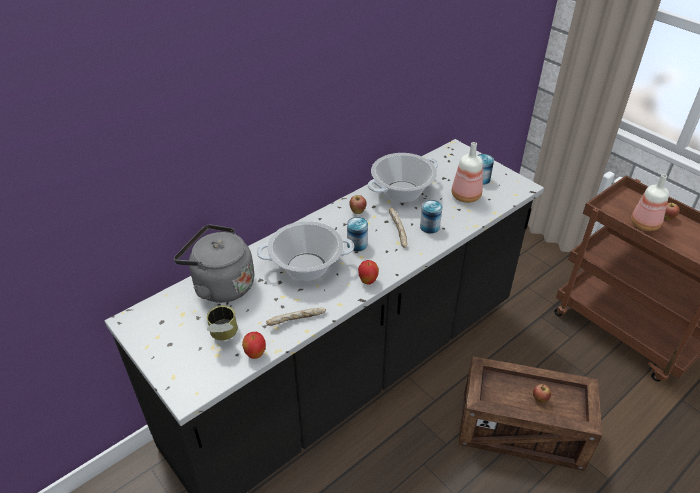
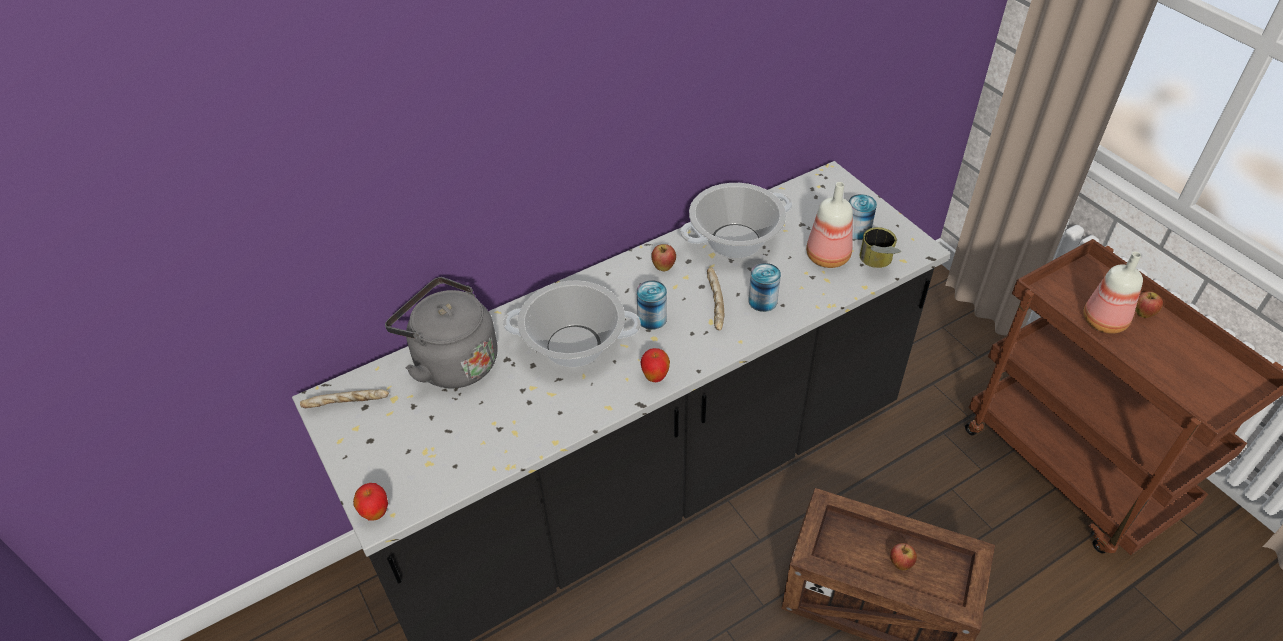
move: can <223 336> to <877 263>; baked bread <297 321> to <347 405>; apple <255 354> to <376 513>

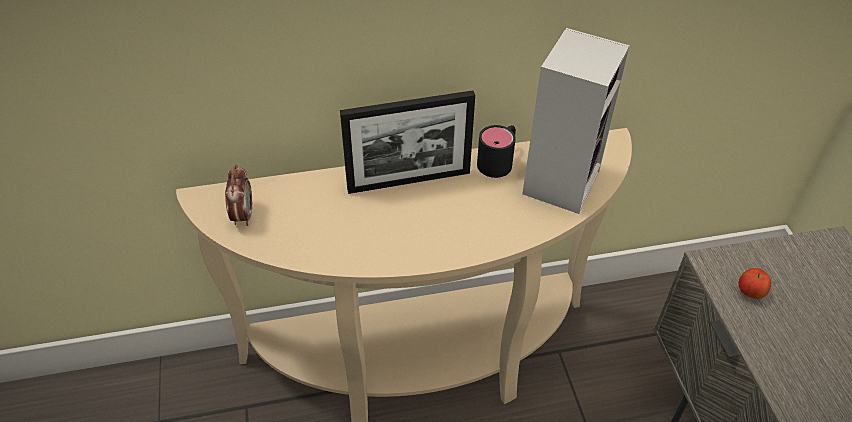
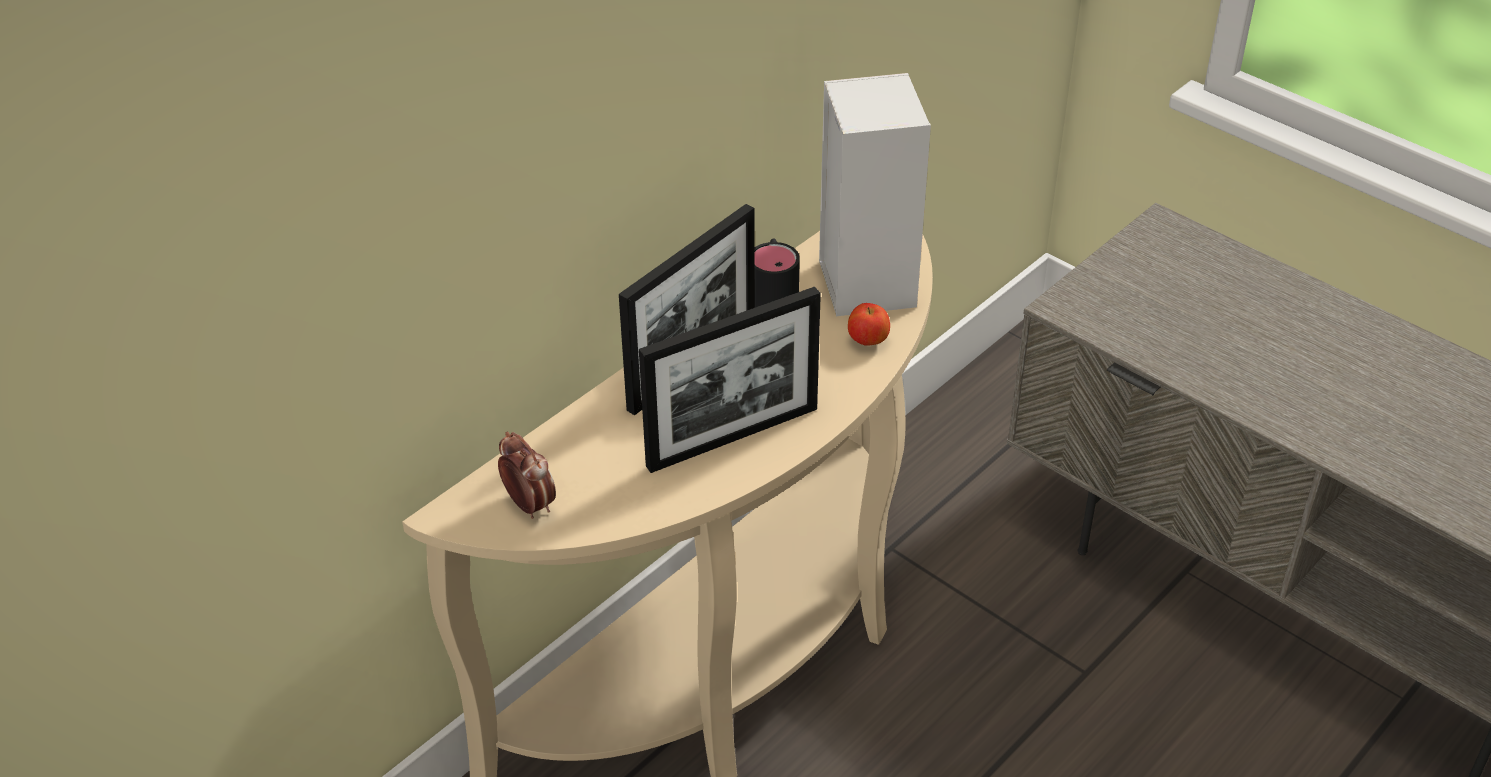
insert: photo frame <732 437>
move: apple <750 292> to <868 341>

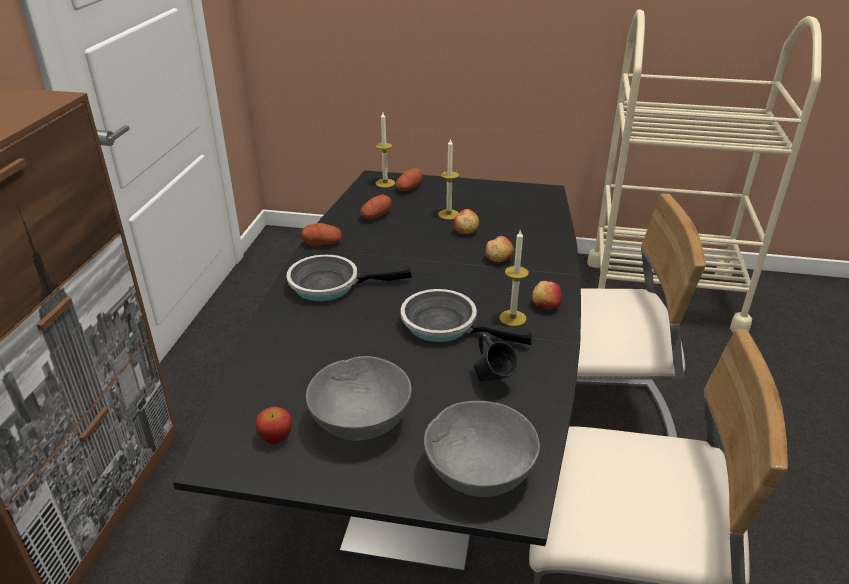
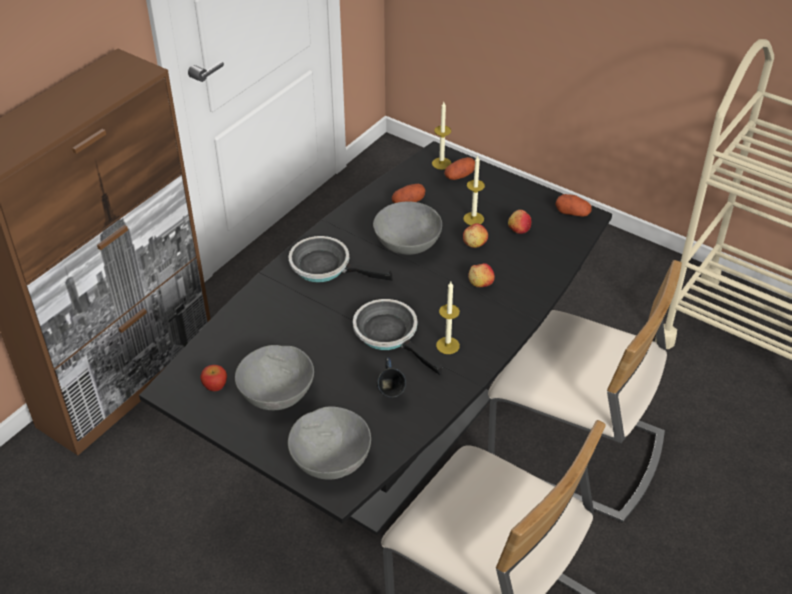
insert: gray bowl <407 244>
move: whole potato <322 243> to <572 213>; apple <545 306> to <519 229>

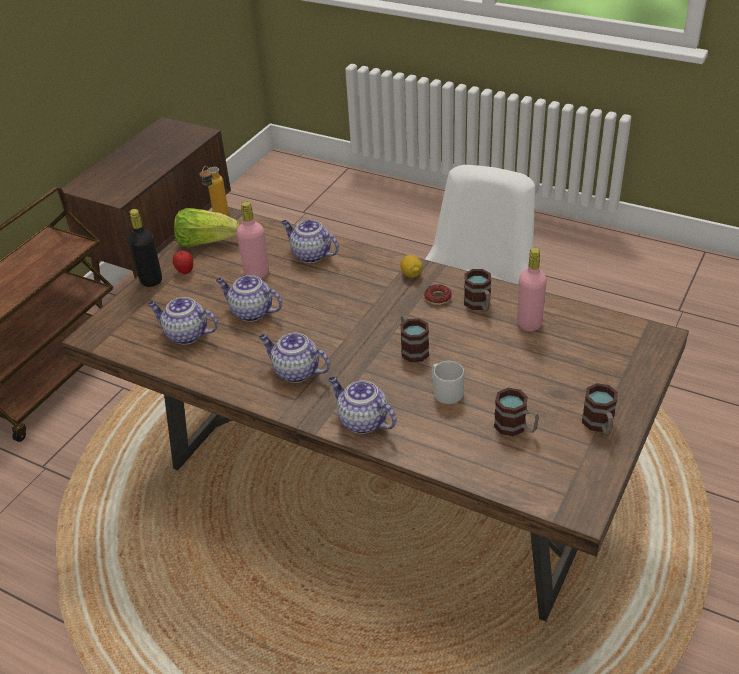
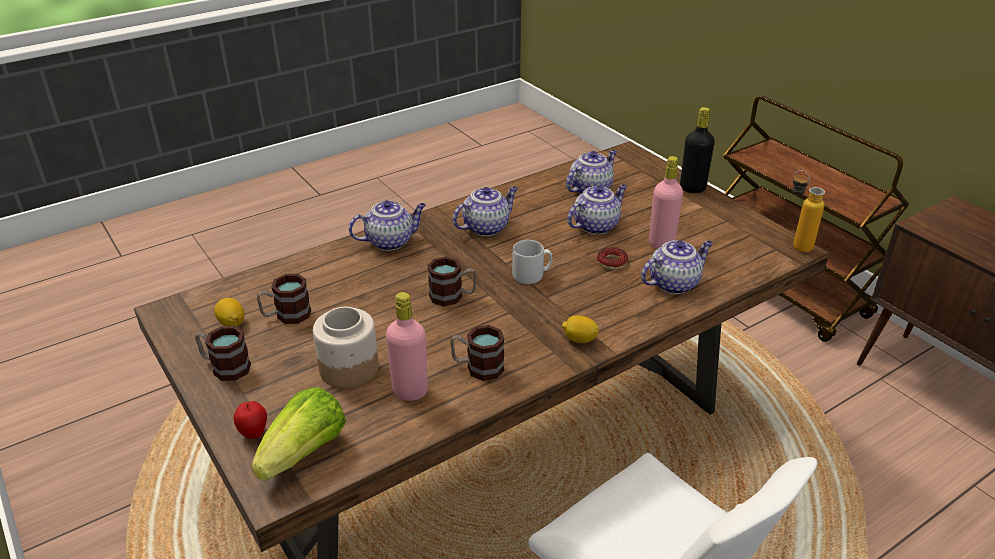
insert: lemon <232 323>; jar <348 369>
move: lettuce head <205 242> to <305 453>; apple <185 272> to <254 433>; donut <438 298> to <612 262>; gray tea mug <445 392> to <532 275>

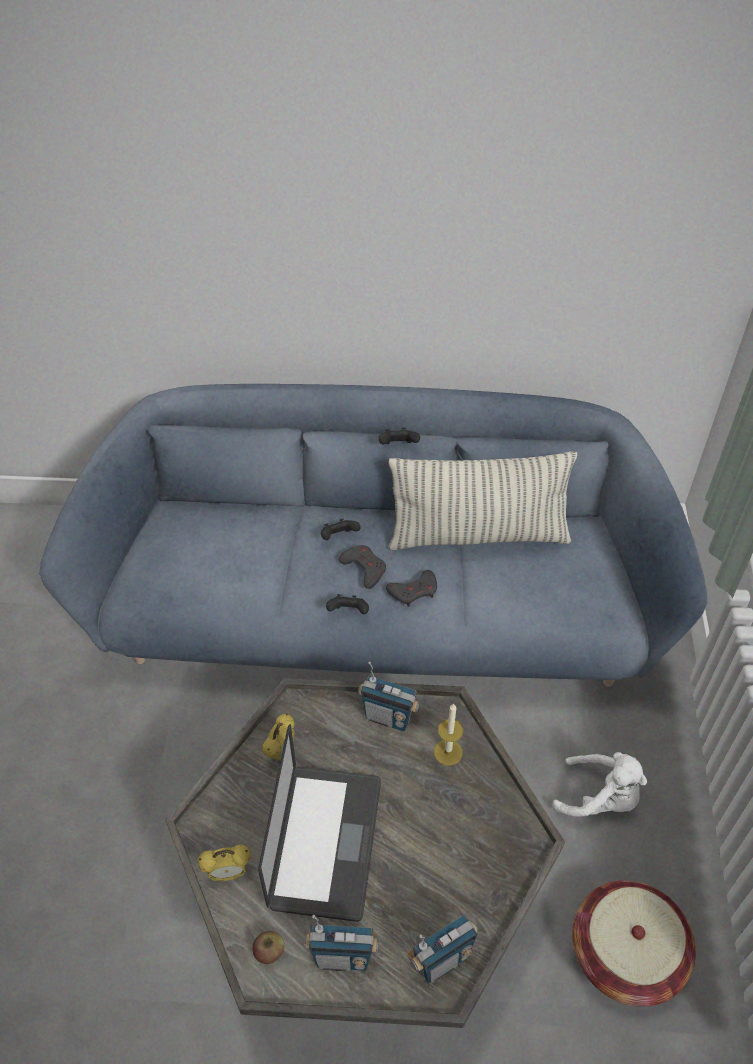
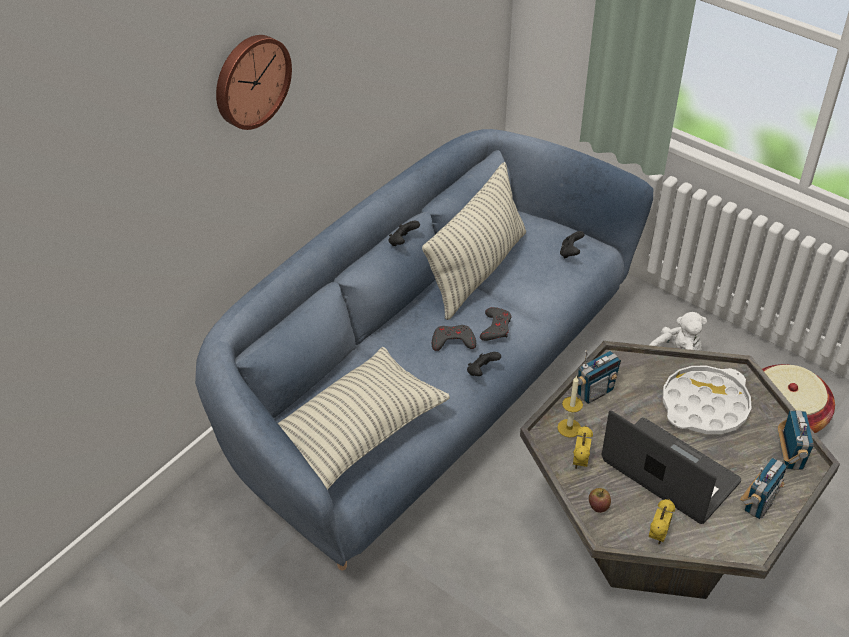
insert: hanging clock <250 80>; cushion <354 434>; whitish tray <704 406>
move: black-coloured joypad <339 537> to <570 253>; wax candle <448 752> to <569 428>; apple <269 951> to <598 506>
rotate: alarm clock <281 753> = <580 462> 135 degrees counterclockwise

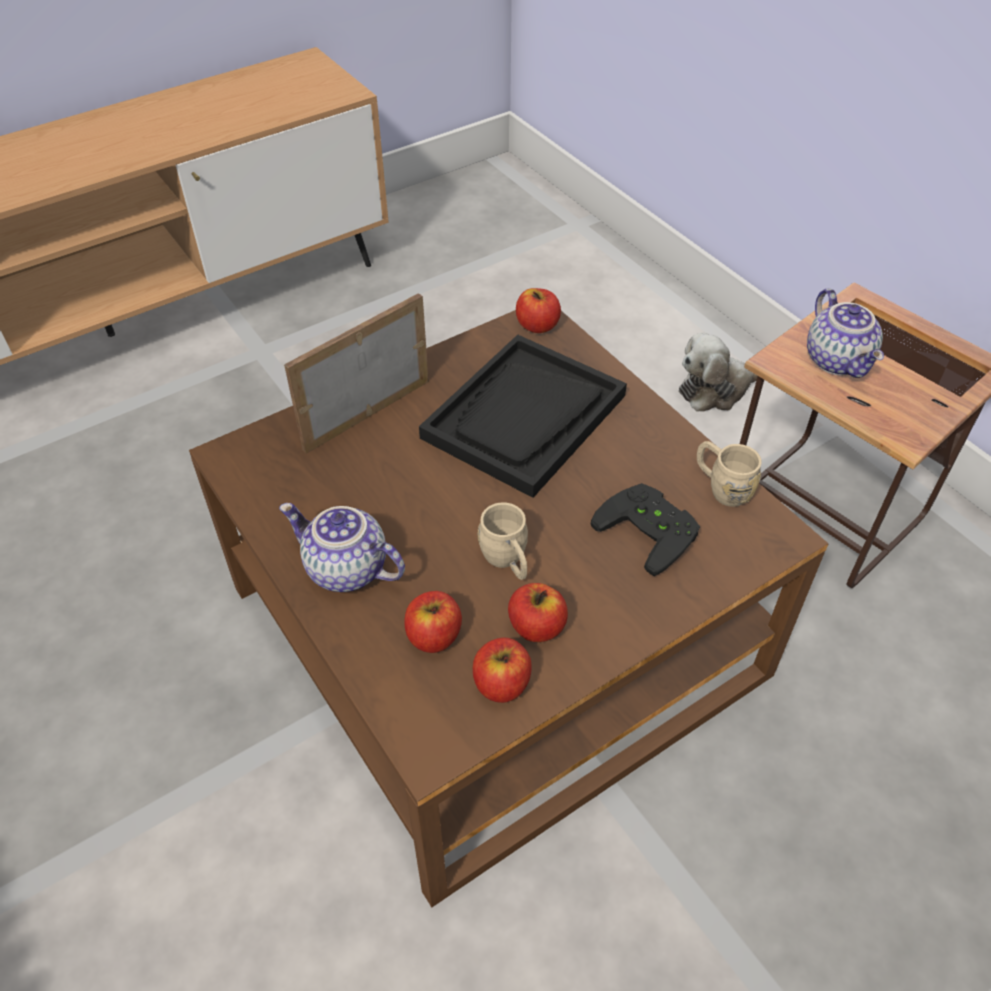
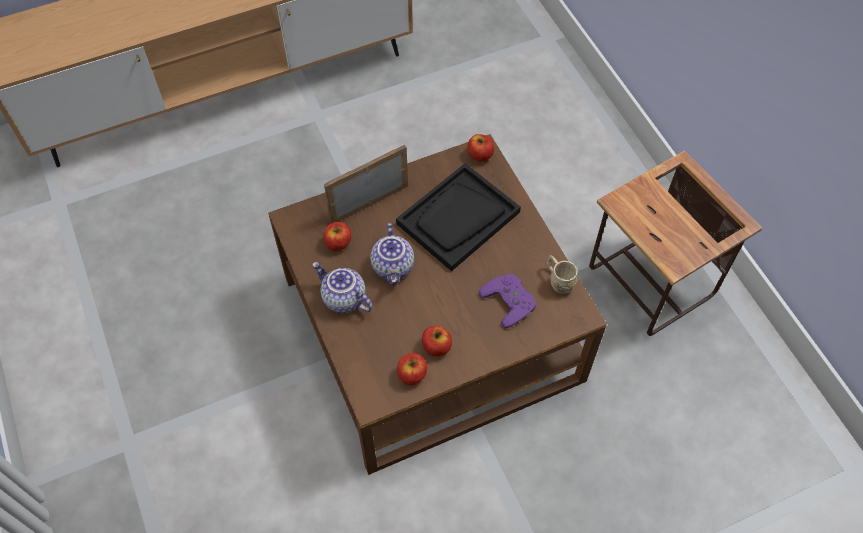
delete: cuddly toy <717 389>; beige tea mug <507 561>
move: teapot <839 361> to <394 267>; apple <433 636> to <338 243>
recolor: black-coloured joypad <651 529> to purplish joypad <511 300>

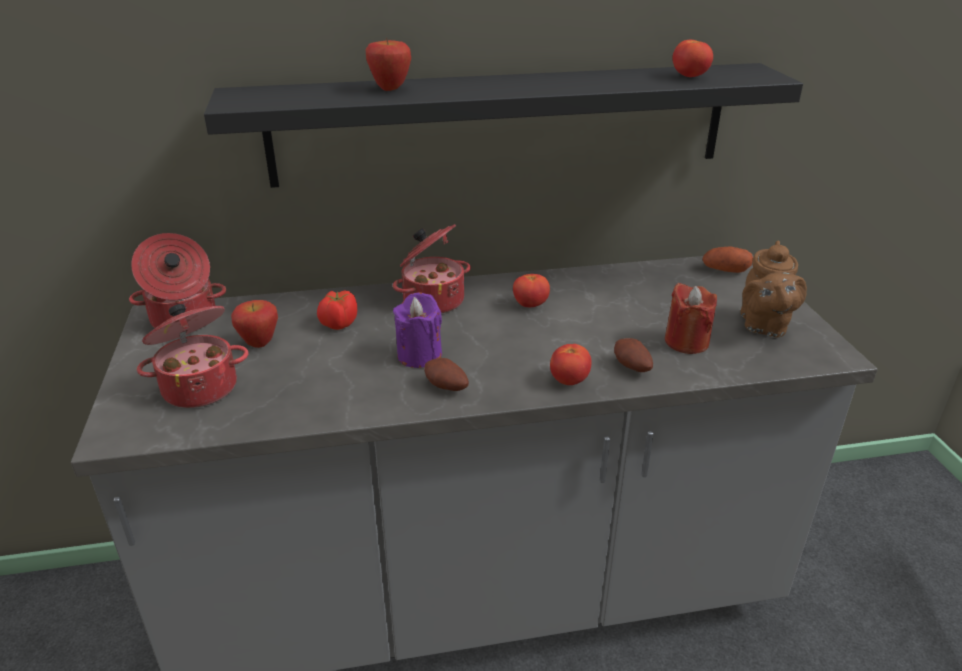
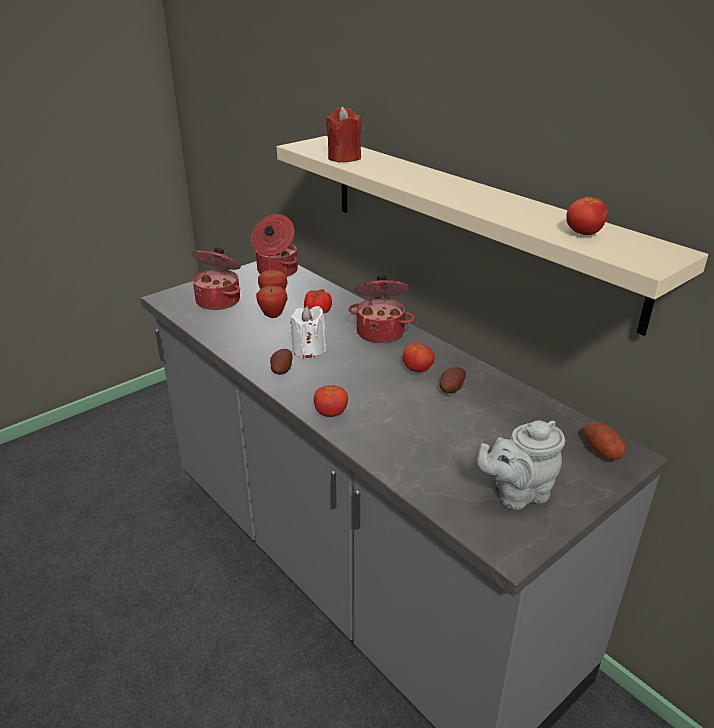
move: apple <390 89> to <273 316>; red wax candle <686 342> to <344 158>; whole potato <631 367> to <450 388>
recolor: black-coloured bracket shelf <502 124> to beige bracket shelf <470 222>; brown-coloured teapot <763 326> to gray teapot <517 493>; purplish wax candle <419 355> to whitish wax candle <308 350>

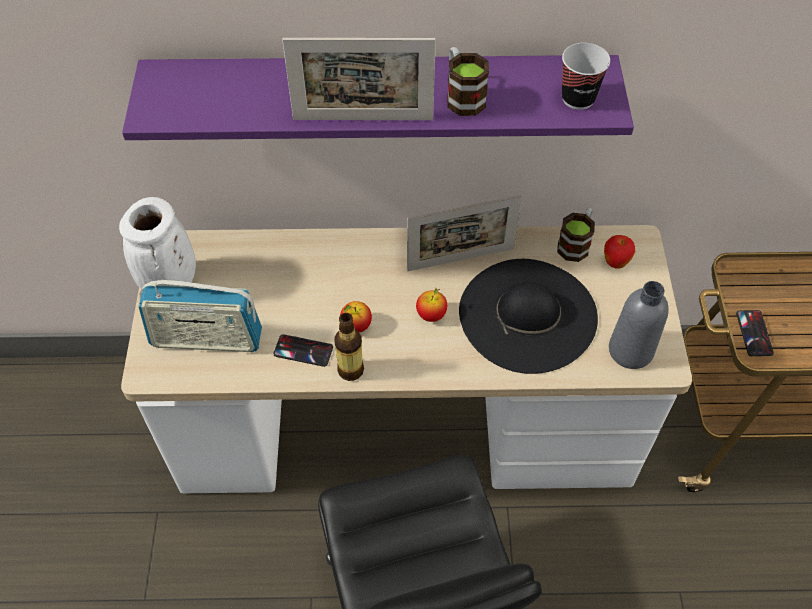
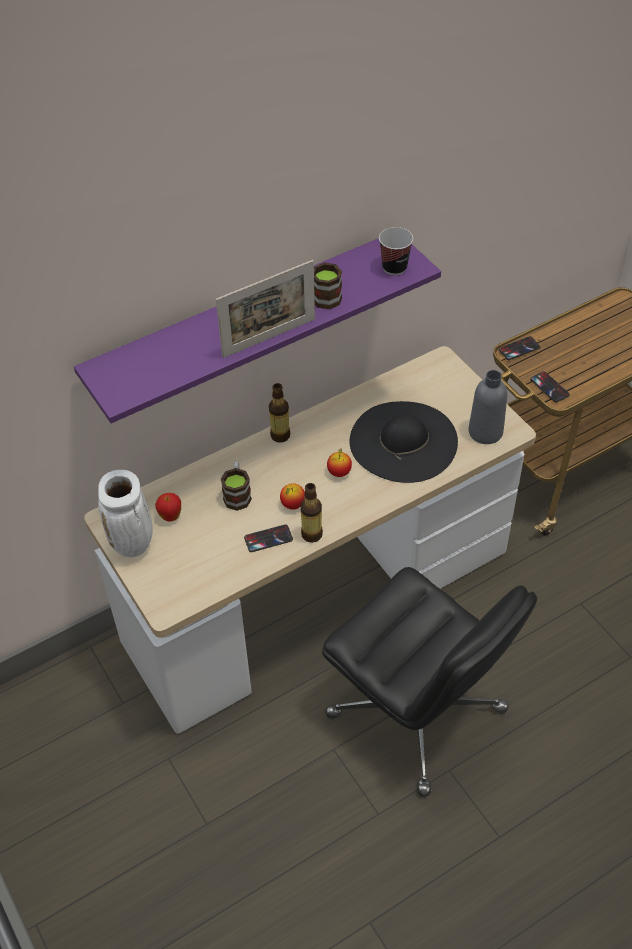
delete: photo frame <461 259>; radio <207 339>
insert: handset <519 348>; drink bottle <280 435>
move: tea mug <576 243> to <237 494>; apple <615 263> to <170 517>

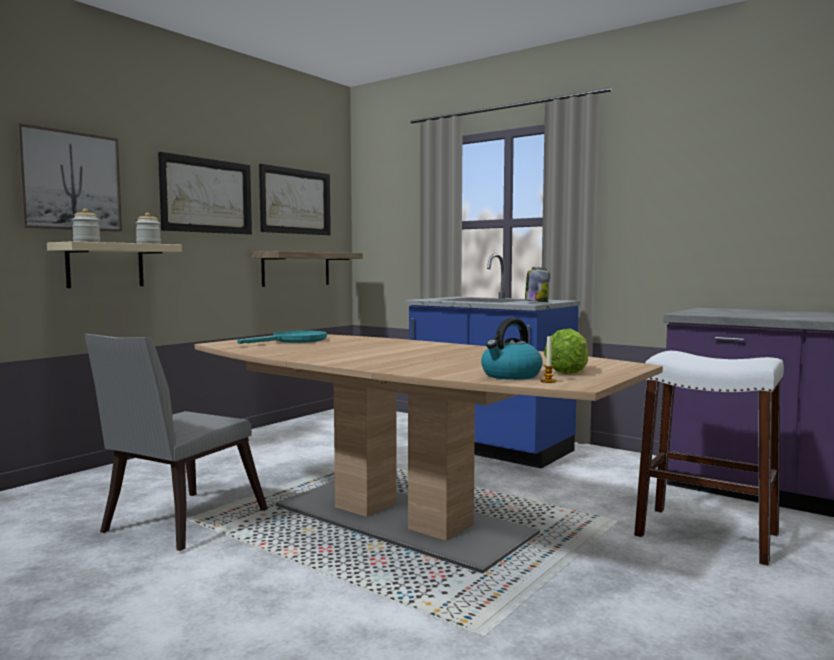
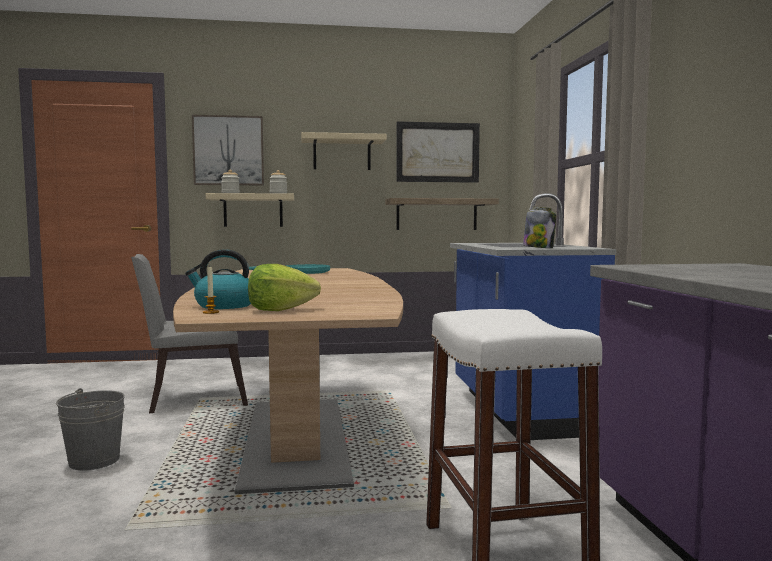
insert: gray bucket <94 460>
replace: wall picture <206 196> to beige bracket shelf <342 153>

